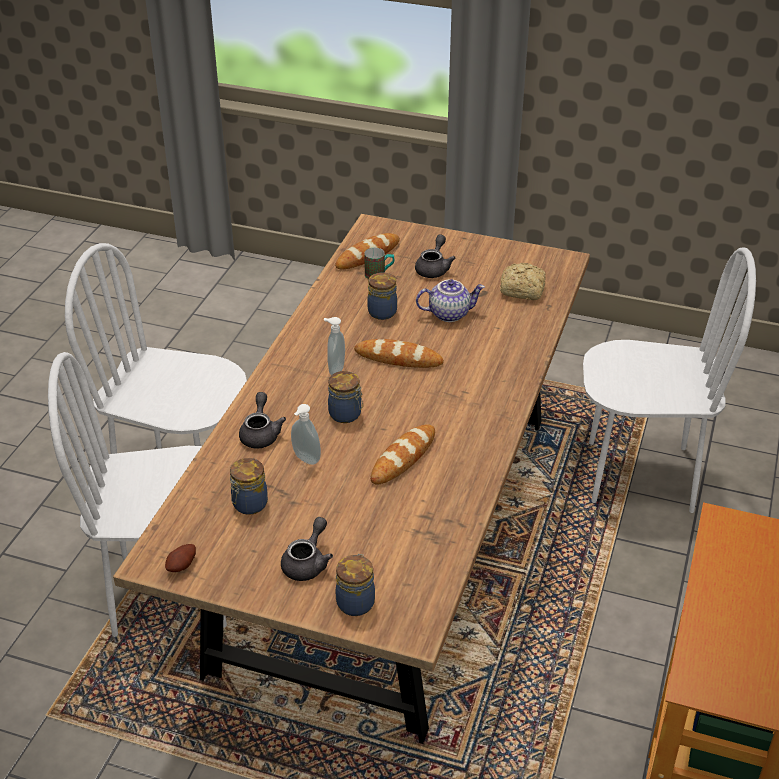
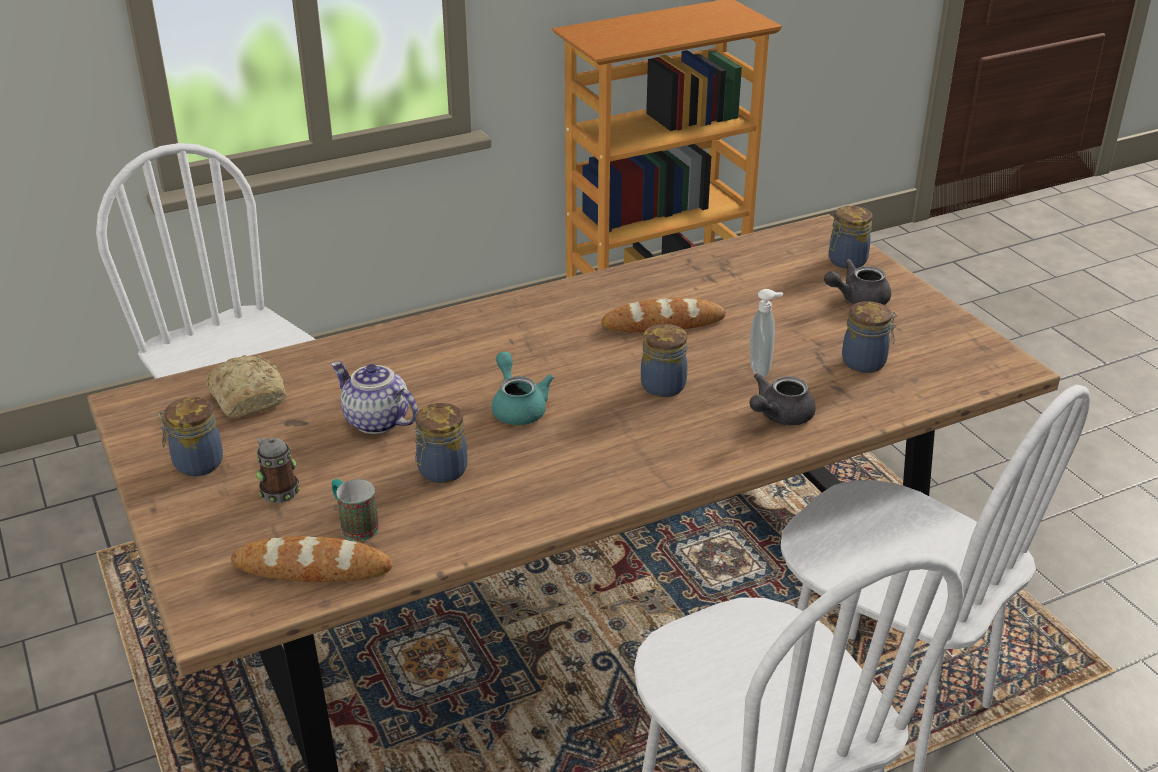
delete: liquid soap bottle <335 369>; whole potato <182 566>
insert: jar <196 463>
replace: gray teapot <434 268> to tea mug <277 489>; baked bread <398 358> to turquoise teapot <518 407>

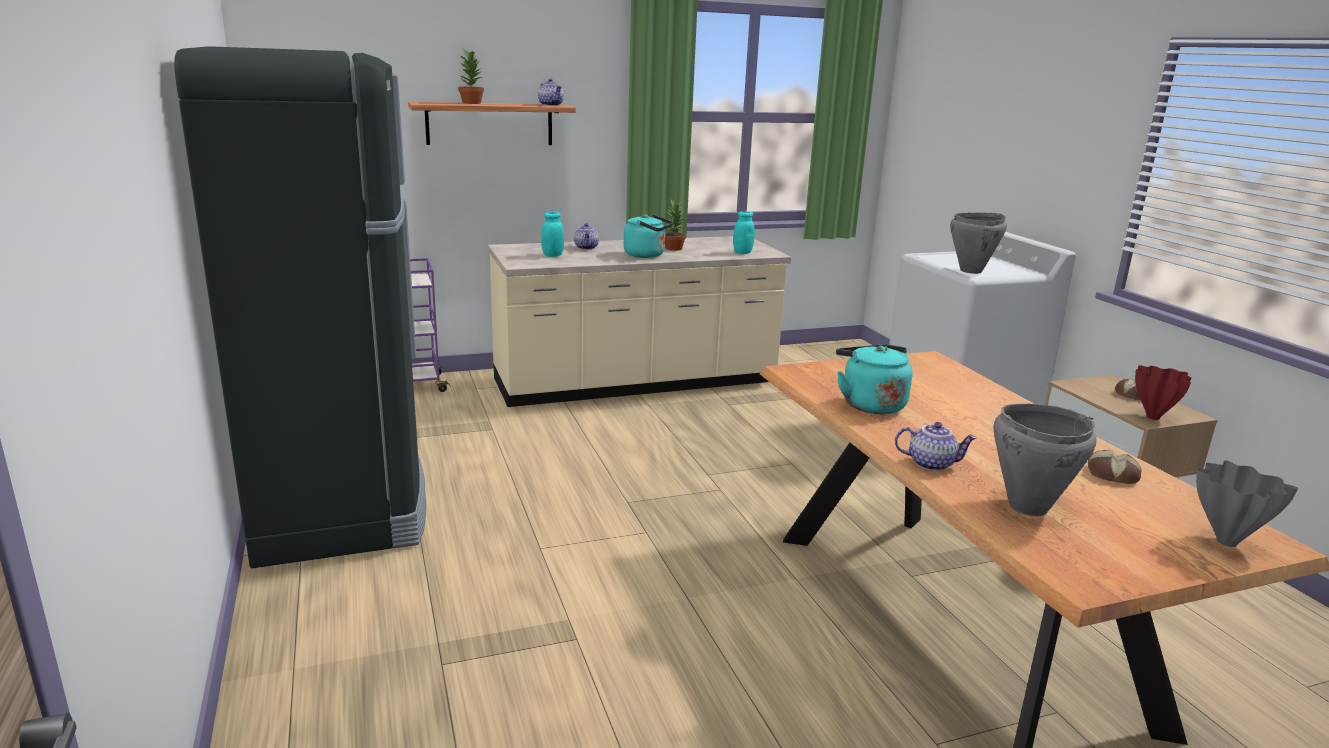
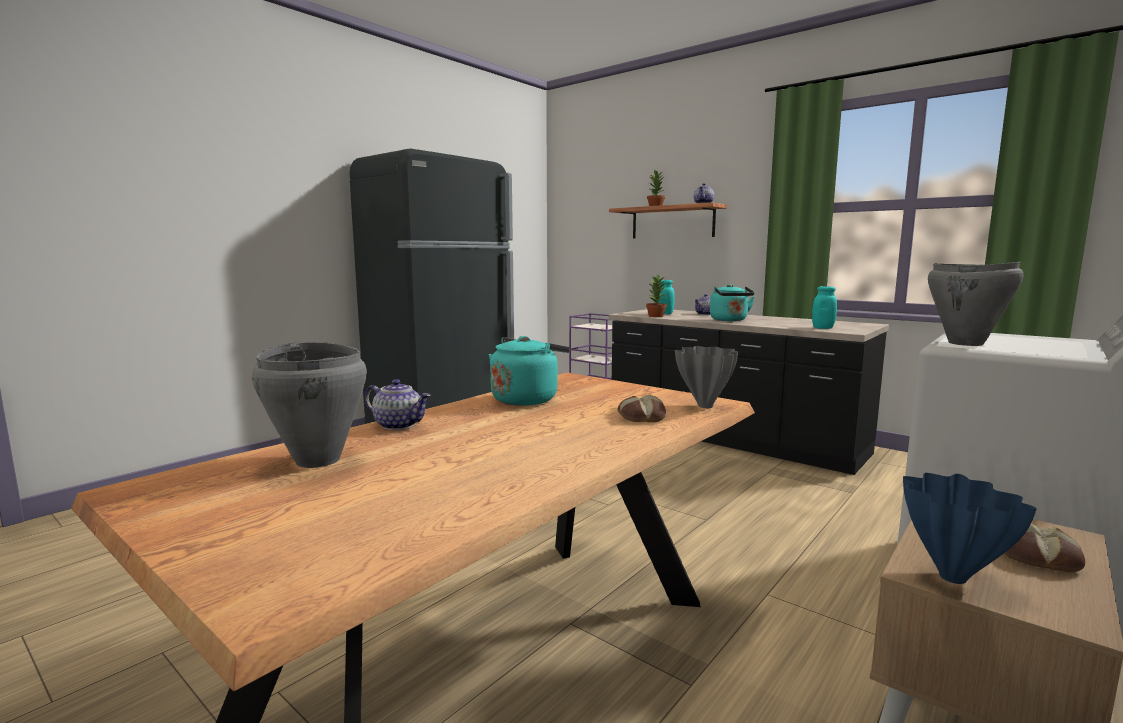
move: houseplant <673 248> to <656 316>; baked bread <1112 474> to <641 417>; gray flower vase <1224 542> to <705 406>
recolor: beige kitchen base unit <636 383> to black-coloured kitchen base unit <731 439>; red flower vase <1152 417> to blue-coloured flower vase <950 576>
rotate: teapot <931 463> = <399 425> 45 degrees counterclockwise

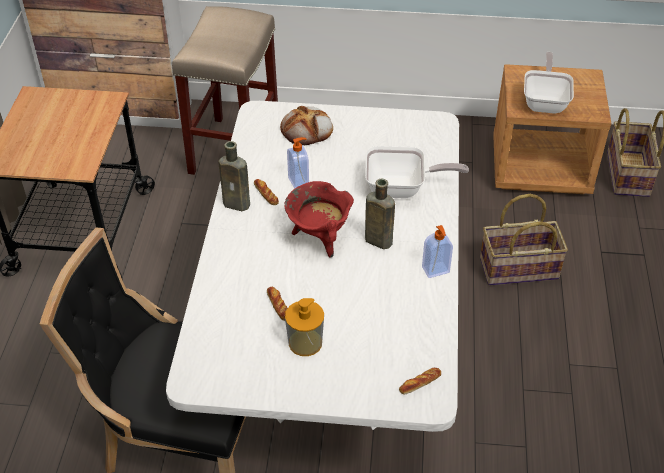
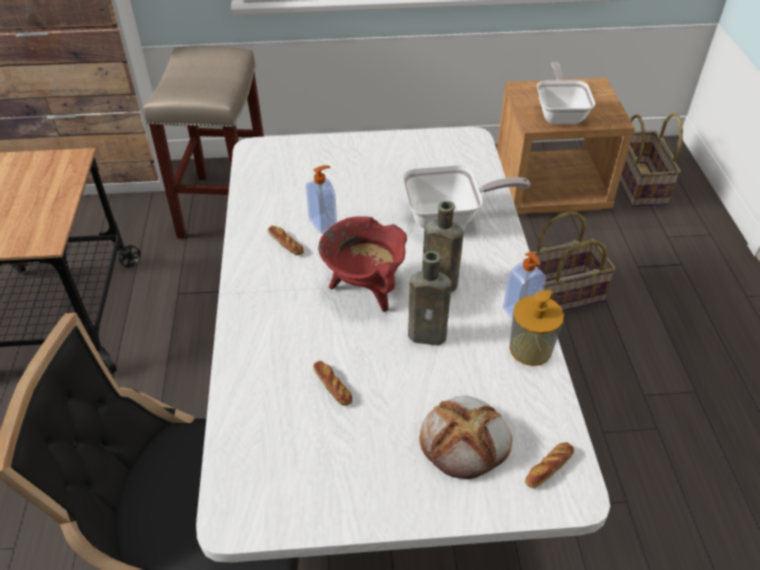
move: baked bread <307 129> to <466 440>; brown-coloured drink bottle <238 204> to <430 335>; liquid soap bottle <305 342> to <530 349>

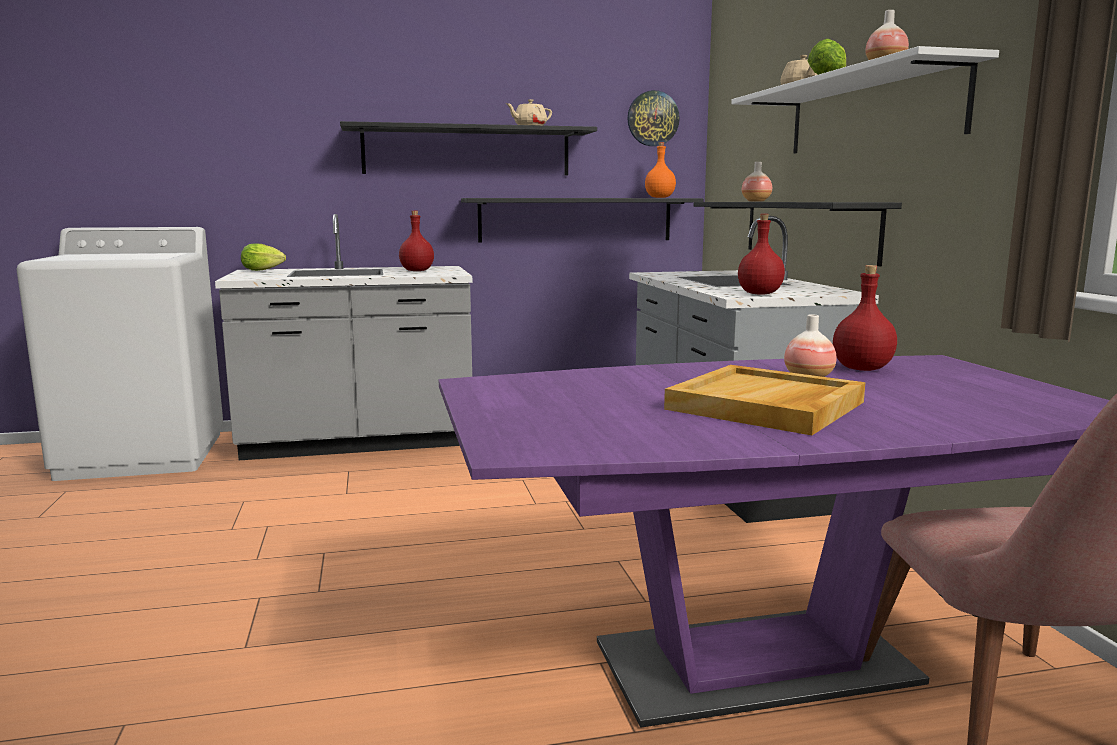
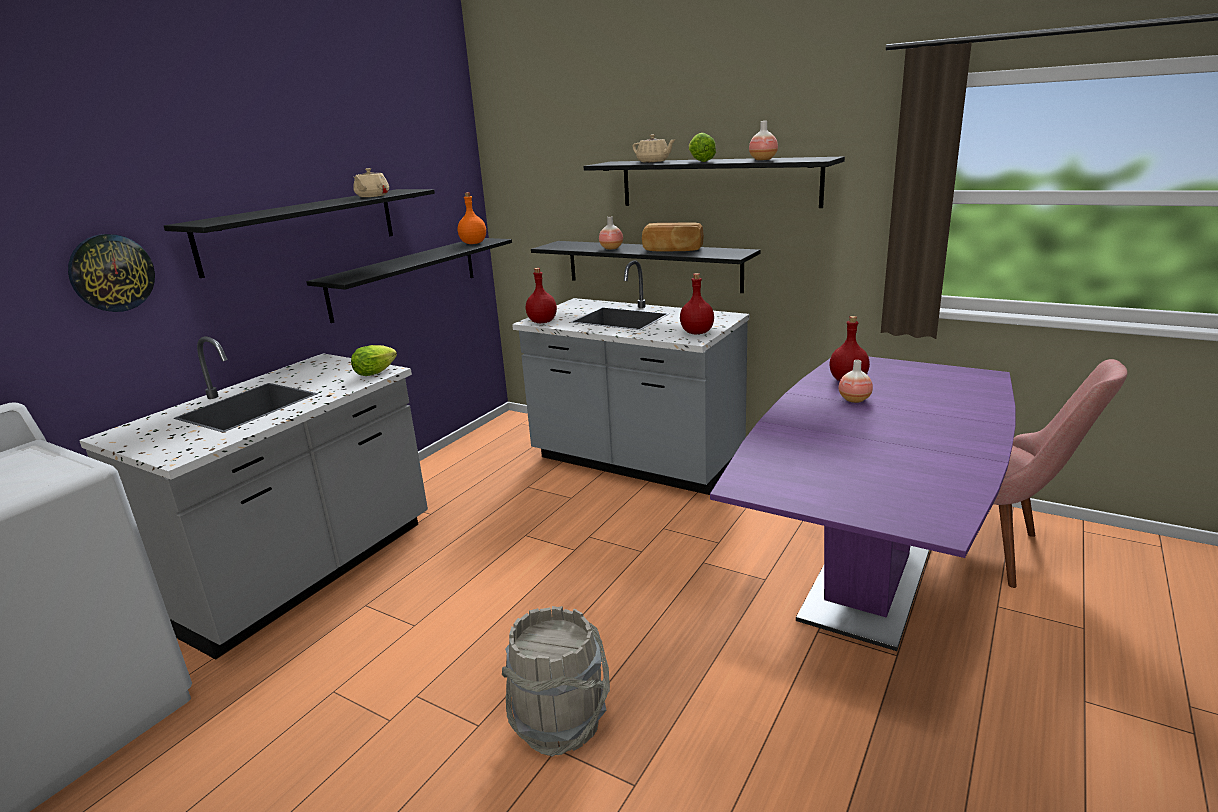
delete: beige tray <766 406>
insert: baked bread <672 250>; gray bucket <560 723>
move: hanging clock <652 118> to <111 273>; red drink bottle <416 271> to <541 322>; lettuce head <265 270> to <377 372>
recolor: whitish bracket shelf <870 113> to black-coloured bracket shelf <717 183>

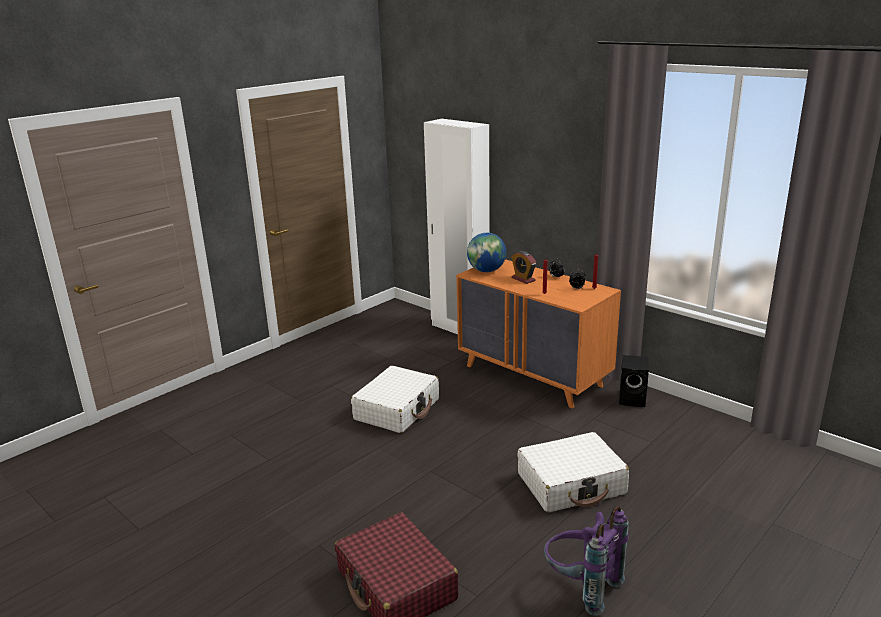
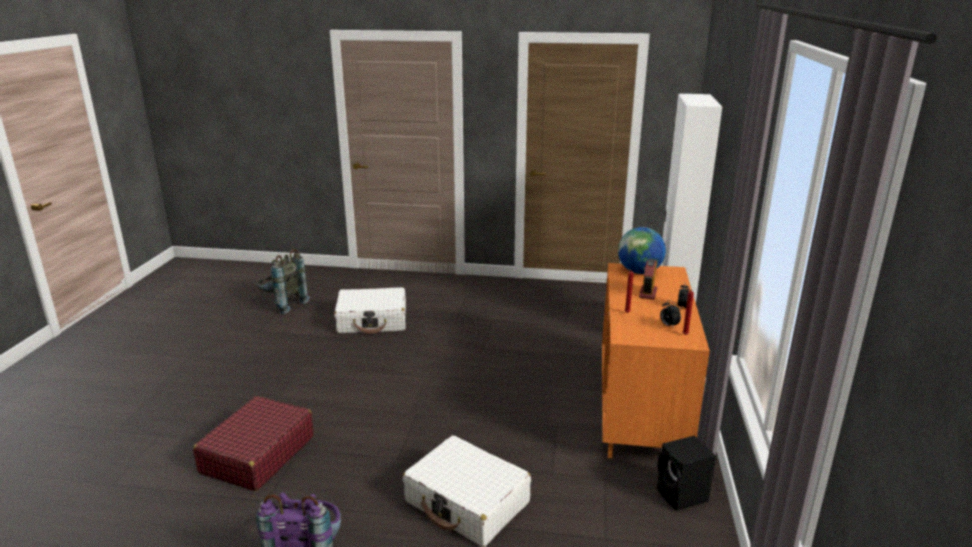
insert: gray backpack <282 305>
move: whitish travel case <397 409> to <372 321>

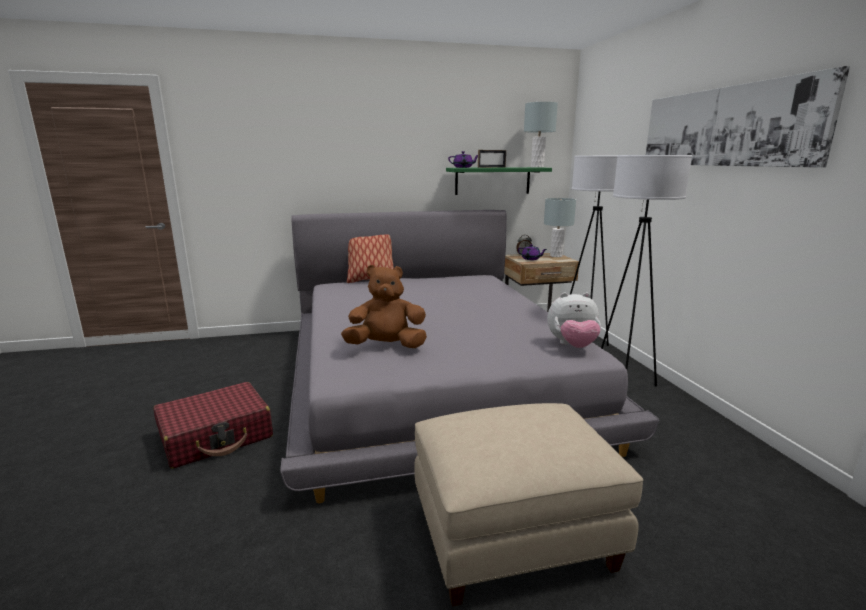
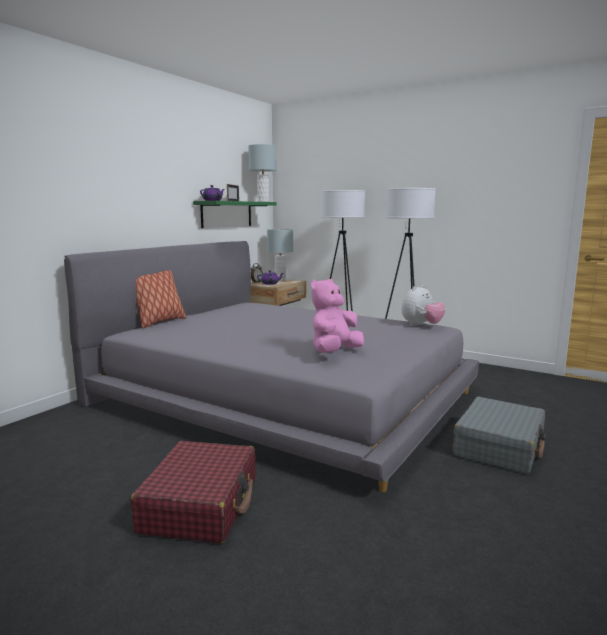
delete: wall picture <724 127>
replace: beige footrest <513 535> to gray travel case <499 447>
recolor: brown-coloured cuddly toy <386 346> to pink-coloured cuddly toy <335 352>

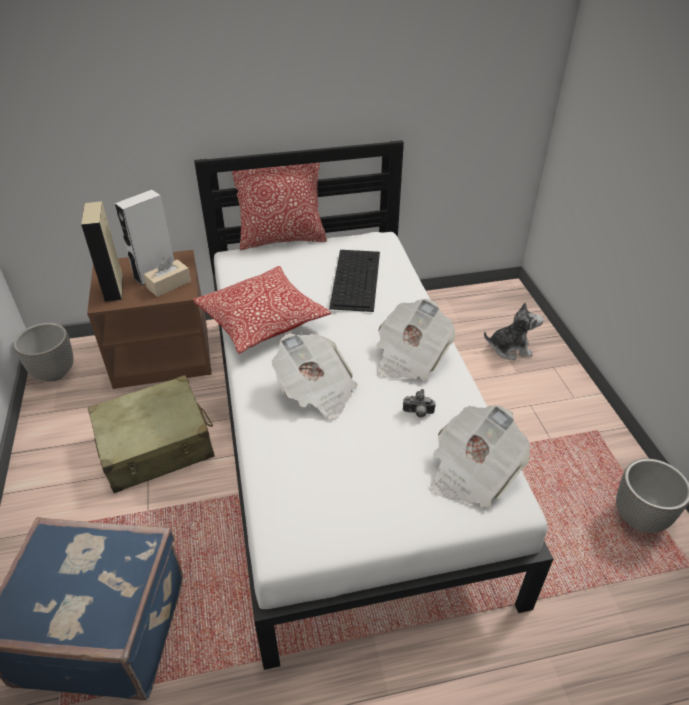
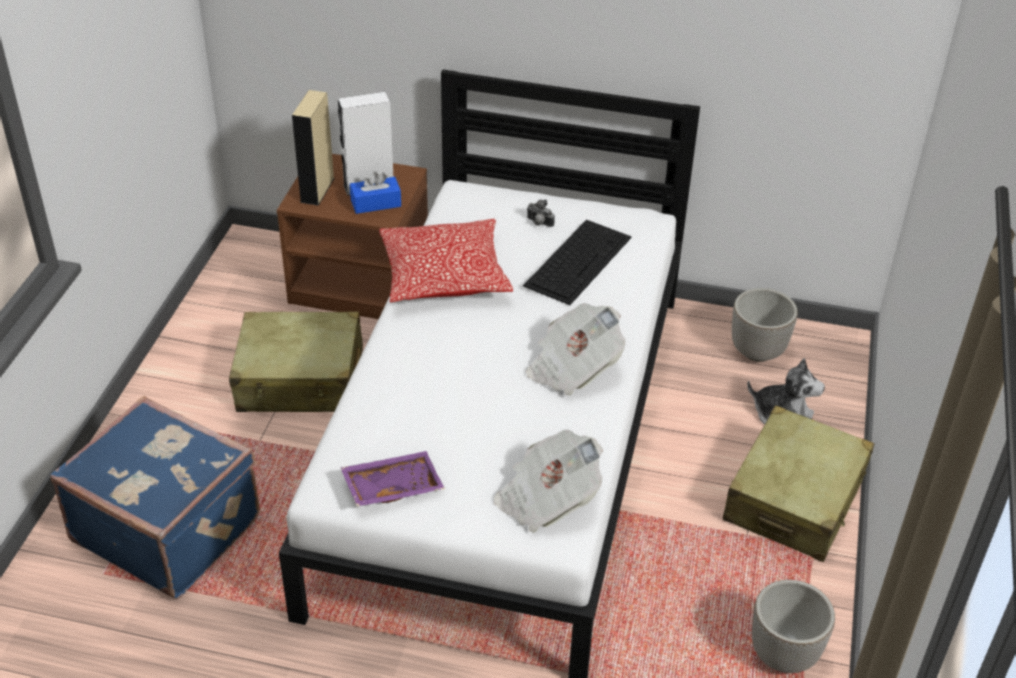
delete: cushion <282 239>; newspaper <316 391>
insert: beige travel case <794 499>; purplish tray <392 486>
move: planter <54 373> to <757 352>; photo camera <418 413> to <538 223>
recolor: beige box of tissues <169 284> to blue-coloured box of tissues <376 203>

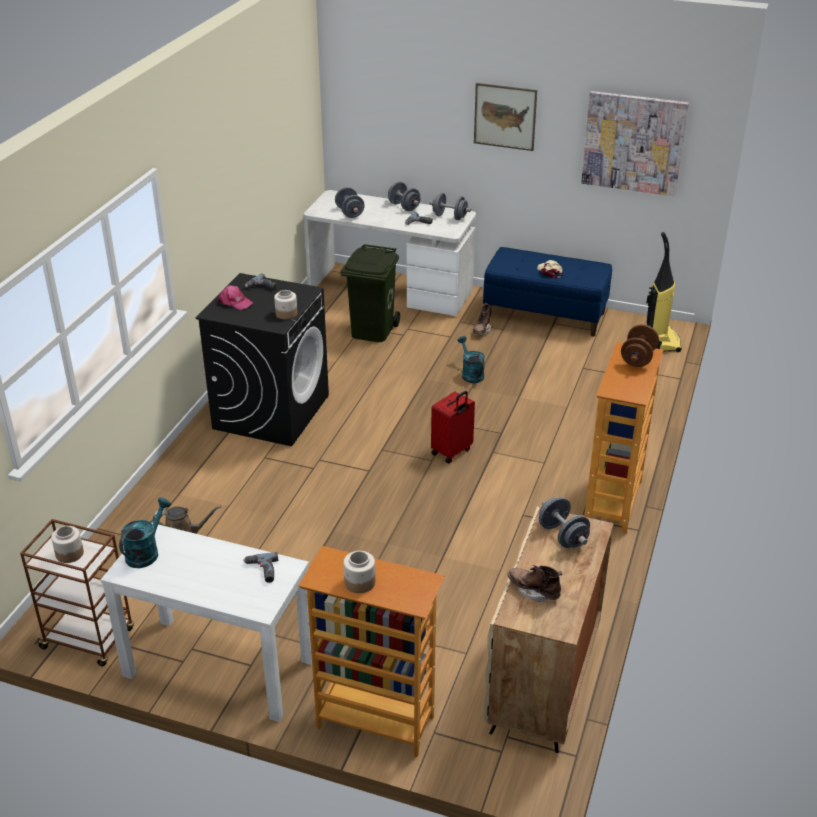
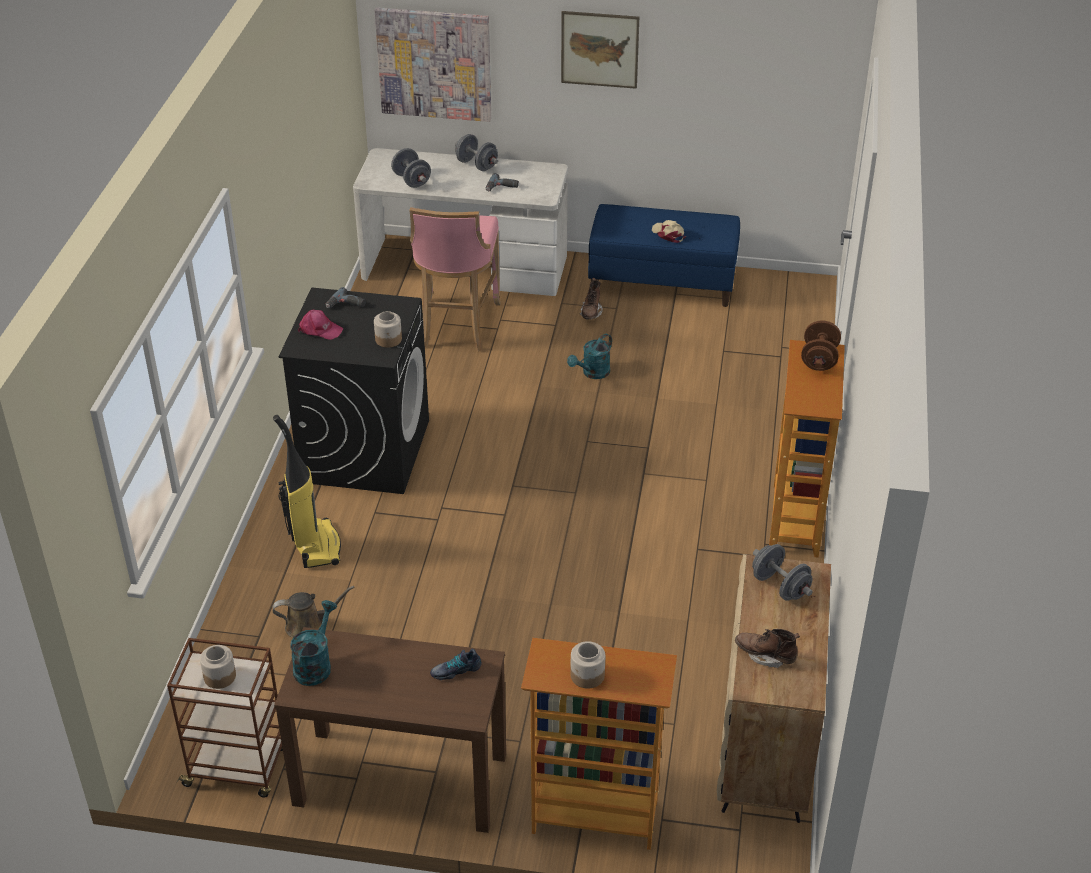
delete: gray hand weight <449 217>; red travel case <452 452>
move: wall picture <633 143> to <434 63>; vacuum cleaner <662 340> to <315 546>
replace: green-coloured trash can <371 330> to pink-coloured sitting stool <457 327>; power drill <261 571> to low shoe <455 670>
recolor: whitish narrow table <218 667> to brown-coloured narrow table <399 779>
rotate: turquoise watering pot <470 374> = <592 373> 105 degrees counterclockwise

